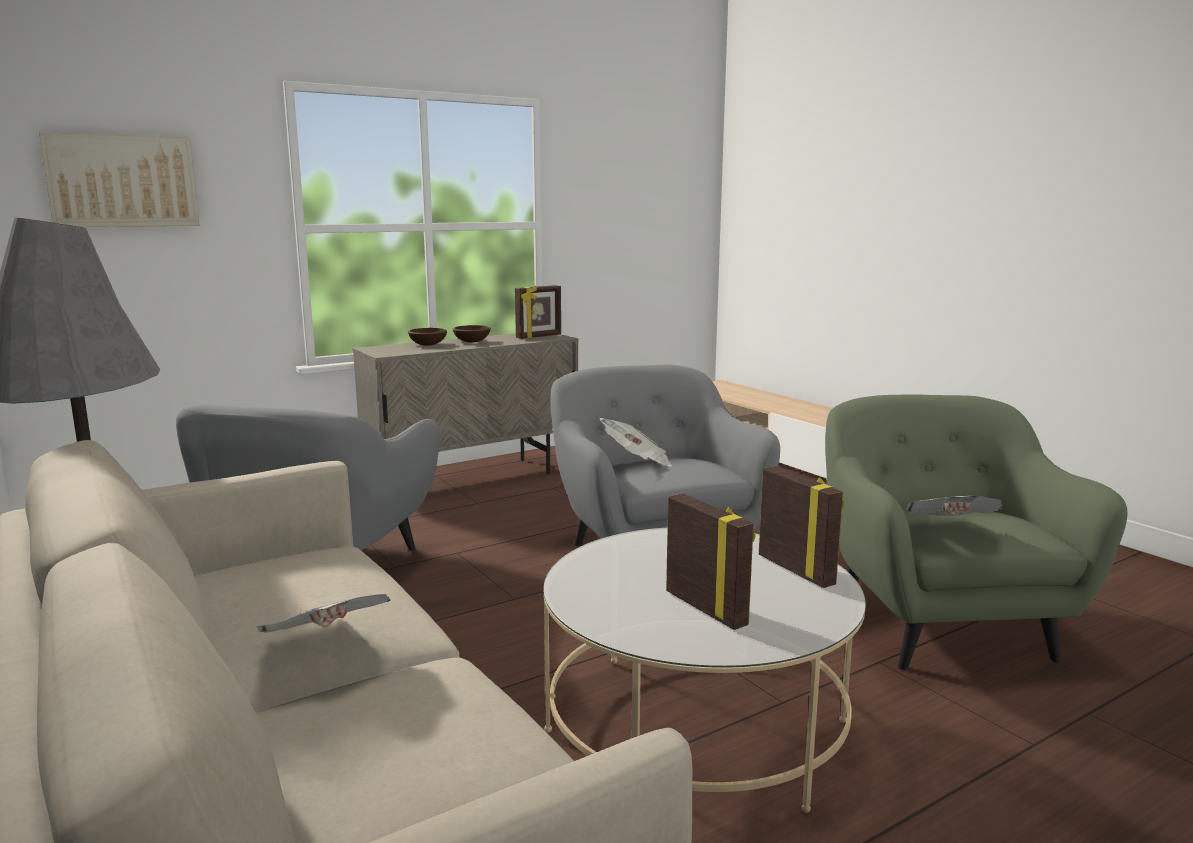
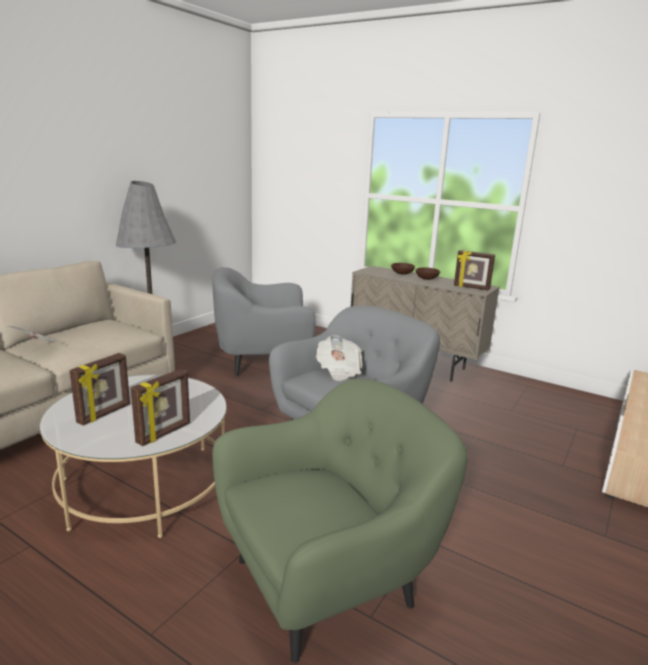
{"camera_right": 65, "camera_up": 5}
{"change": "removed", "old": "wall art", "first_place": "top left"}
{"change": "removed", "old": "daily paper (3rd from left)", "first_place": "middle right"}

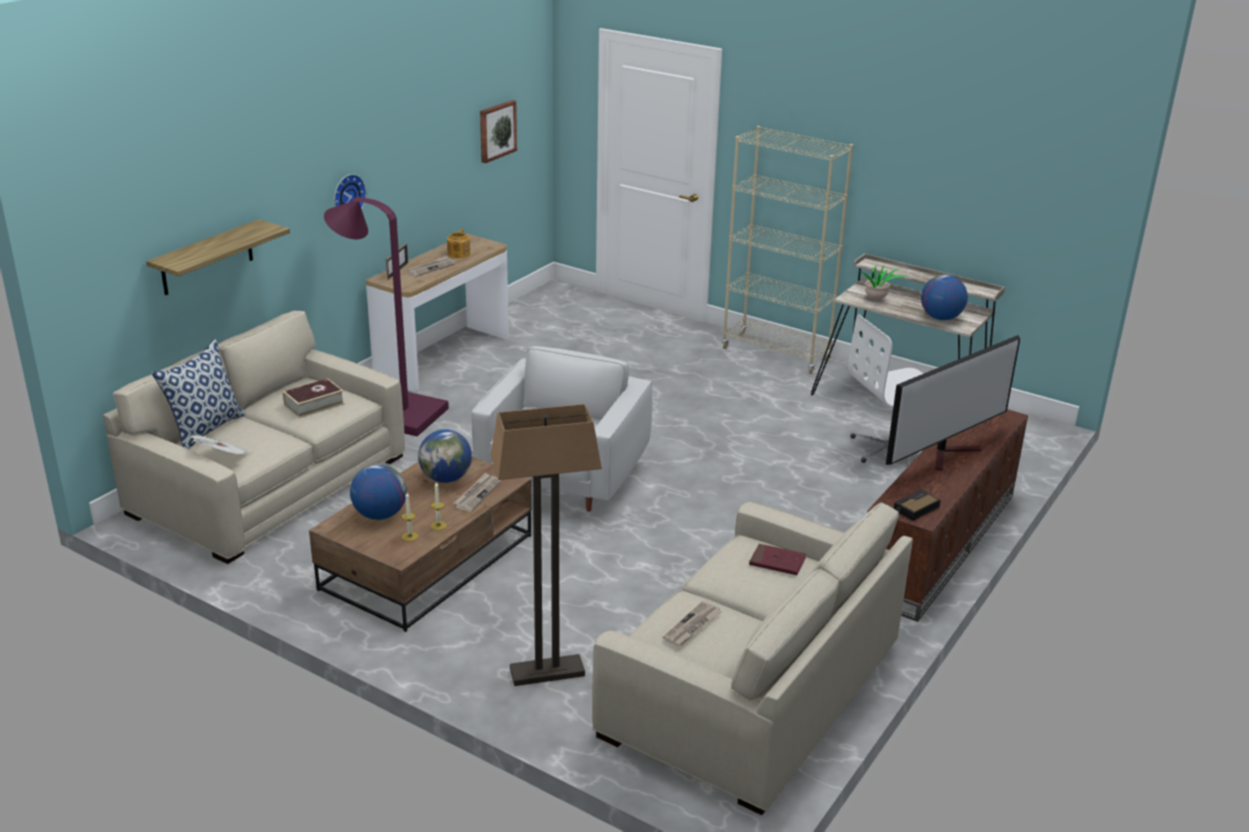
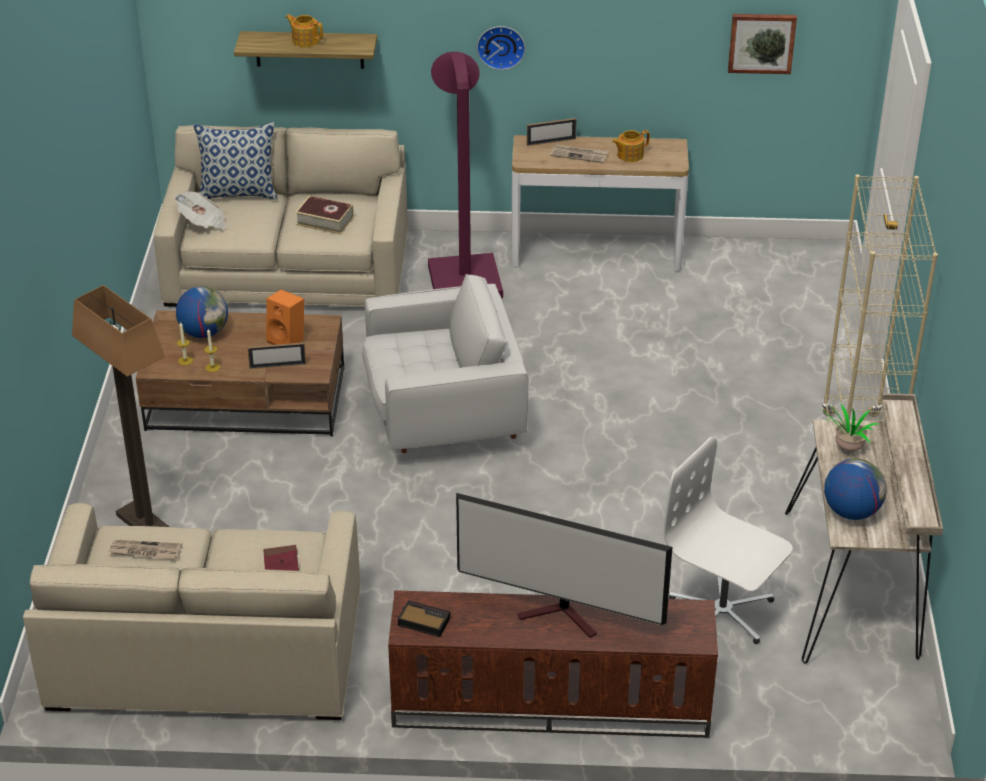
{"camera_right": 60, "camera_up": 10}
{"change": "replaced", "old": "desk globe (2nd from left)", "new": "orange-coloured audio speaker", "first_place": "centre", "second_place": "middle left"}
{"change": "replaced", "old": "daily paper (3rd from left)", "new": "standing frame (1st from left)", "first_place": "centre", "second_place": "middle left"}
{"change": "added", "new": "pot for tea (1st from left)", "second_place": "top left"}

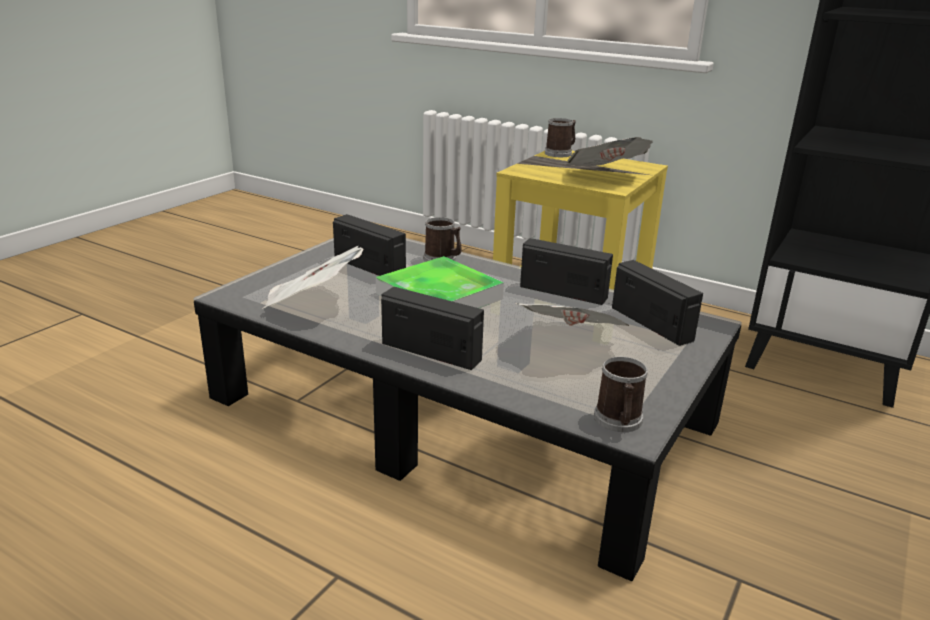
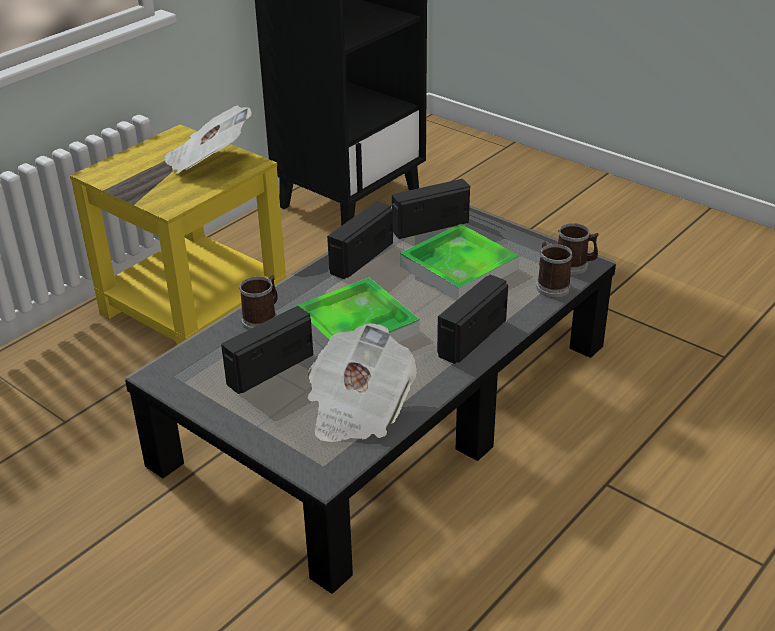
{"camera_right": -80, "camera_up": 10}
{"change": "replaced", "old": "daily paper (2nd from left)", "new": "carrying tray (2nd from left)", "first_place": "centre", "second_place": "centre"}
{"change": "moved", "old": "tea mug (2nd from left)", "first_place": "top centre", "second_place": "middle right"}

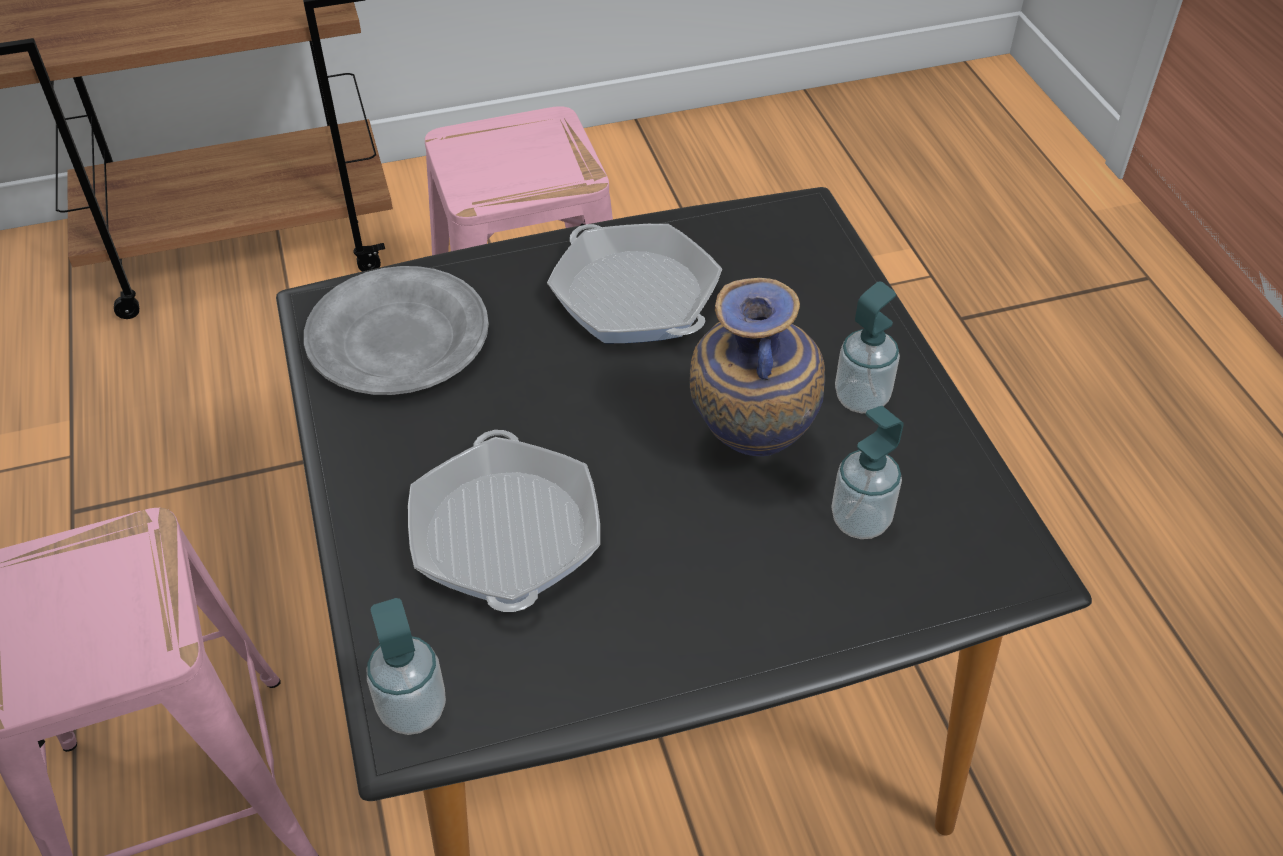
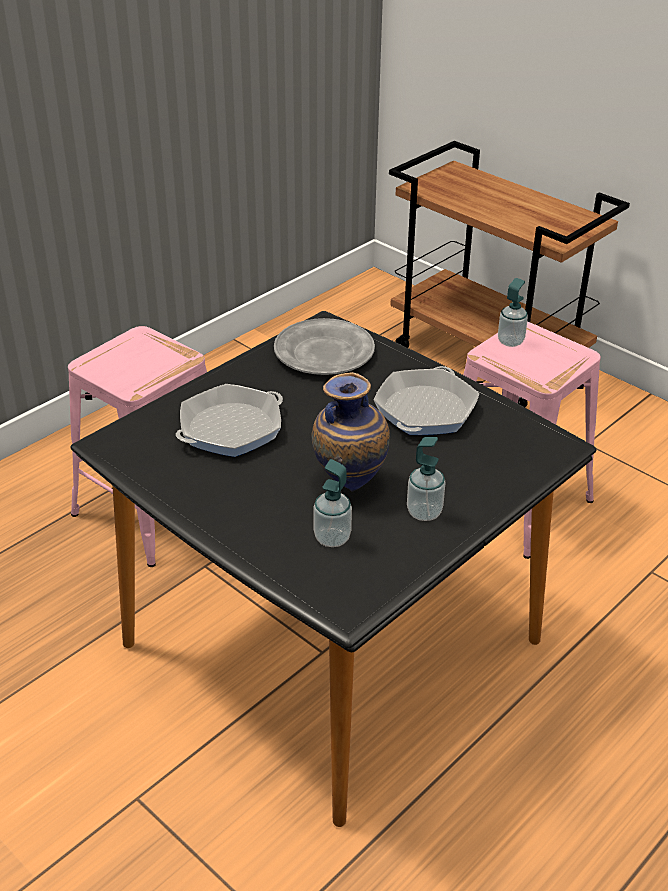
{"camera_right": 60, "camera_up": -10}
{"change": "moved", "old": "liquid soap bottle (1st from left in the first image)", "new": "liquid soap bottle (3rd from left)", "first_place": "bottom left", "second_place": "middle right"}

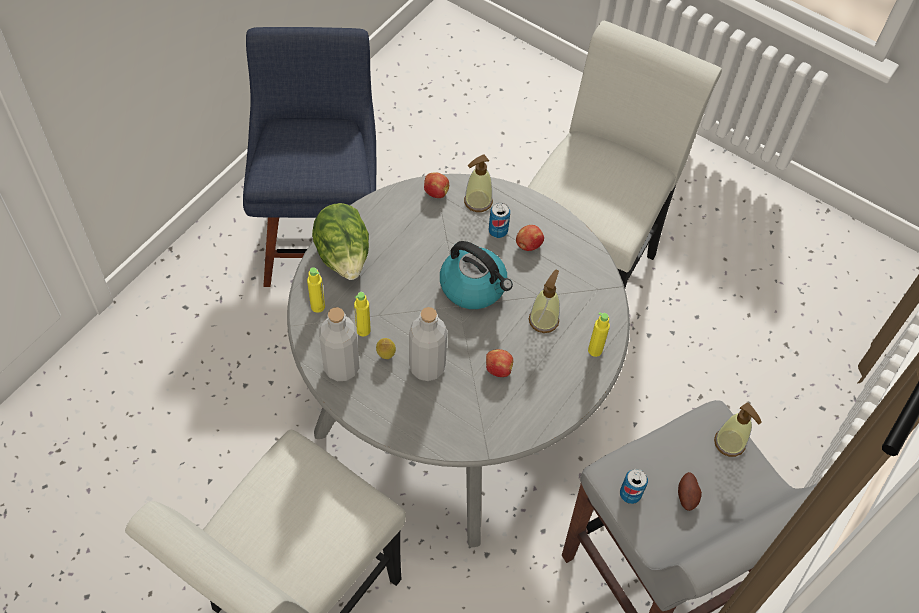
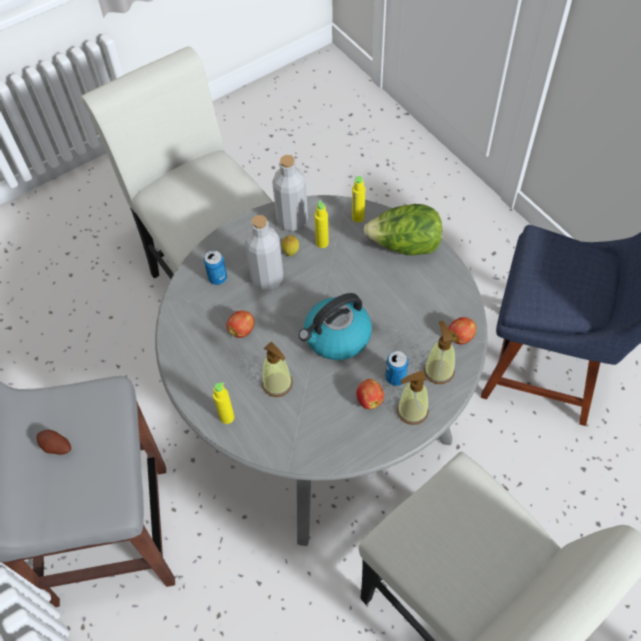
{"camera_right": 115, "camera_up": 0}
{"change": "moved", "old": "can (2nd from left in the first image)", "new": "can (1st from left)", "first_place": "bottom right", "second_place": "centre"}
{"change": "moved", "old": "liquid soap bottle (3rd from left in the first image)", "new": "liquid soap bottle (2nd from left)", "first_place": "bottom right", "second_place": "centre"}

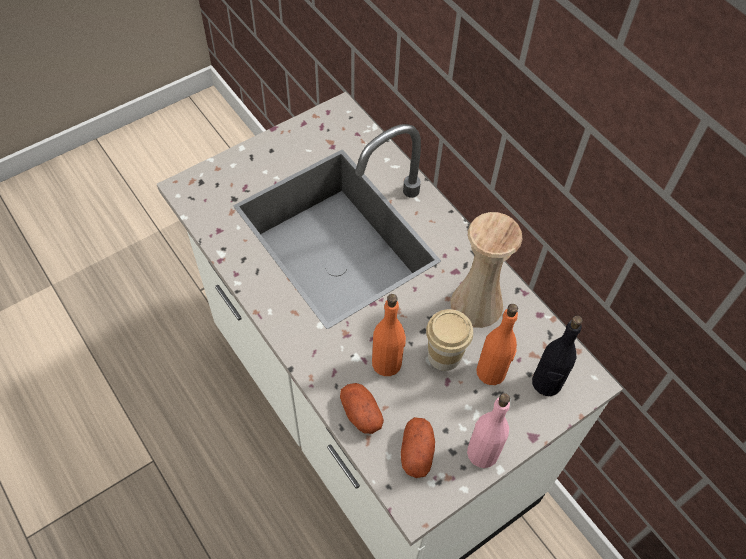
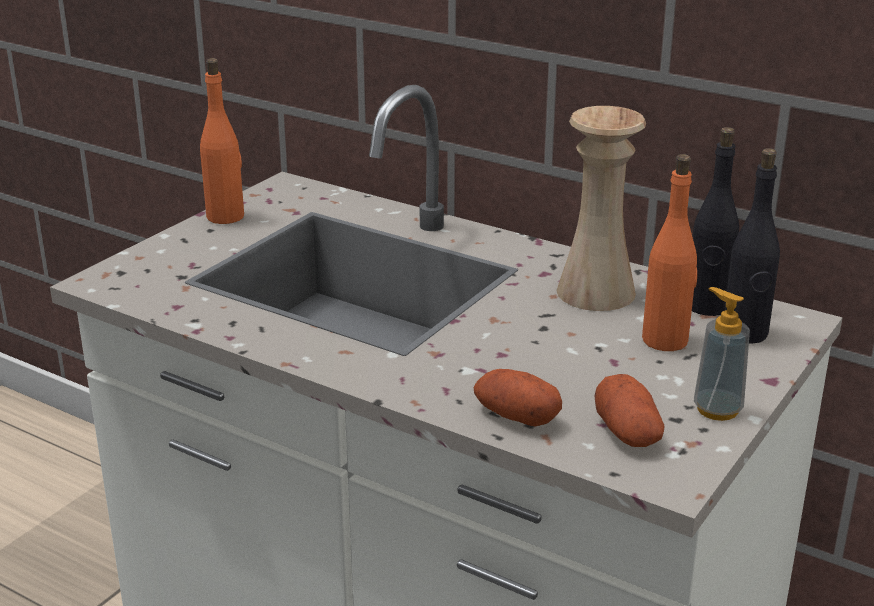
{"camera_right": -20, "camera_up": -30}
{"change": "moved", "old": "orange-coloured beverage bottle (1st from left)", "first_place": "centre", "second_place": "top left"}
{"change": "removed", "old": "cup", "first_place": "centre"}
{"change": "replaced", "old": "pinkish beverage bottle", "new": "liquid soap bottle", "first_place": "bottom centre", "second_place": "middle right"}
{"change": "added", "new": "blackish beverage bottle (1st from left)", "second_place": "middle right"}

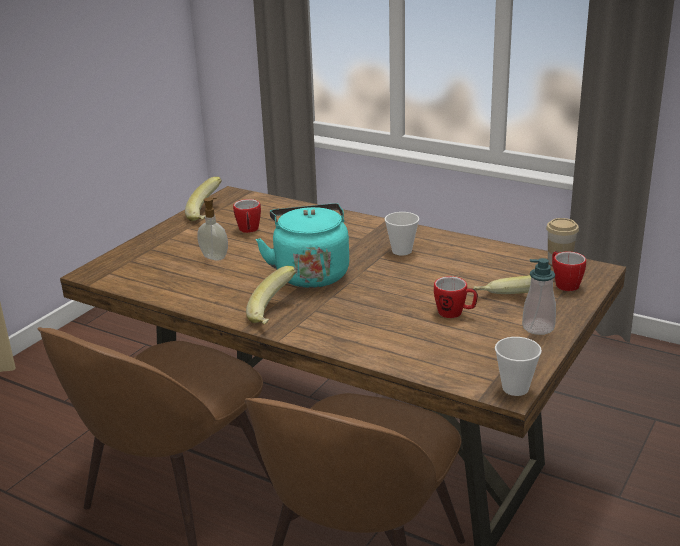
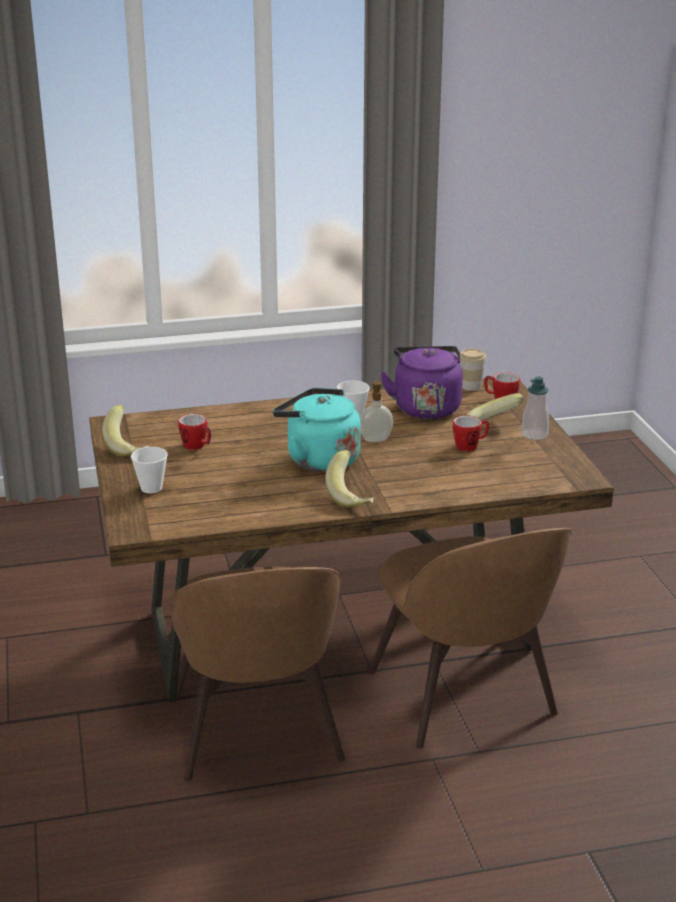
{"camera_right": -45, "camera_up": 0}
{"change": "moved", "old": "liquid soap bottle (1st from left)", "first_place": "middle left", "second_place": "centre"}
{"change": "moved", "old": "cup (2nd from left in the first image)", "new": "cup (1st from left)", "first_place": "bottom right", "second_place": "middle left"}
{"change": "added", "new": "purplish tea kettle", "second_place": "centre"}

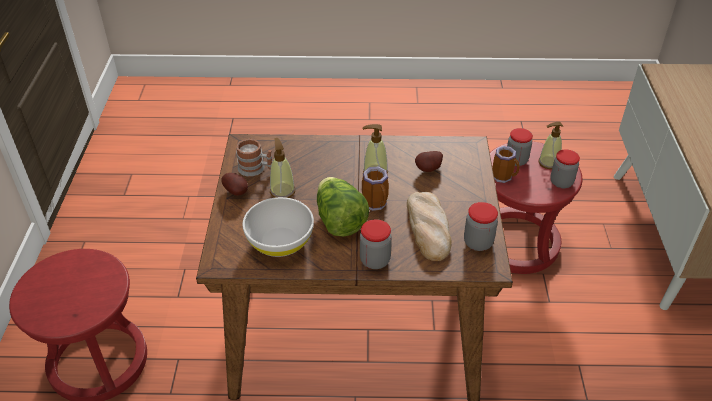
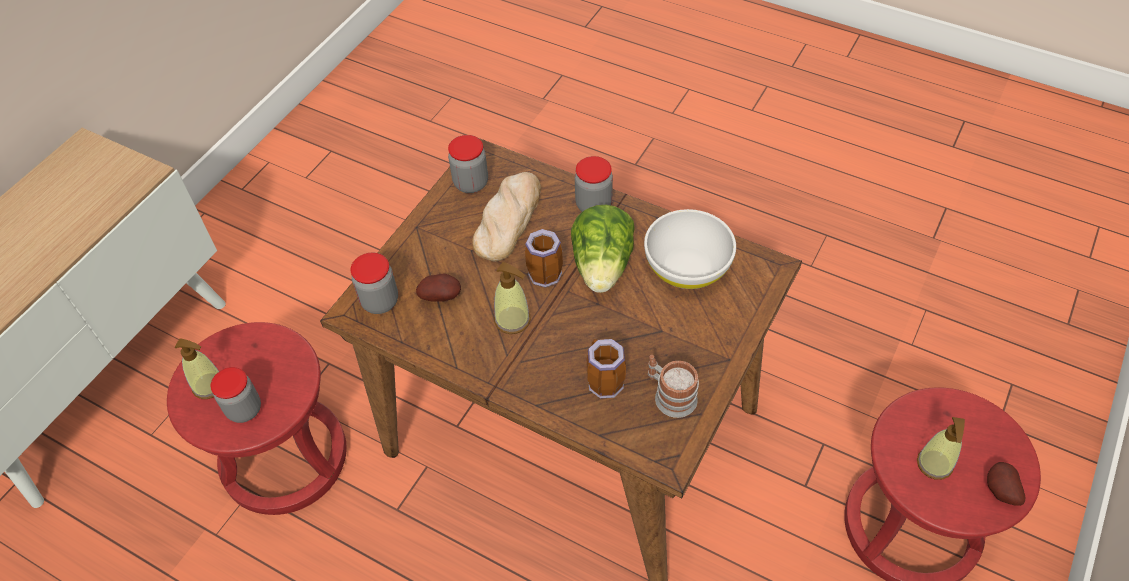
{"camera_right": -150, "camera_up": 10}
{"change": "moved", "old": "whole potato (1st from left in the first image)", "new": "whole potato (2nd from left)", "first_place": "middle left", "second_place": "bottom right"}
{"change": "moved", "old": "liquid soap bottle (1st from left in the first image)", "new": "liquid soap bottle (3rd from left)", "first_place": "centre", "second_place": "bottom right"}
{"change": "moved", "old": "tea mug (3rd from left in the first image)", "new": "tea mug (2nd from left)", "first_place": "middle right", "second_place": "centre"}
{"change": "moved", "old": "storage jar (4th from left in the first image)", "new": "storage jar (2nd from left)", "first_place": "middle right", "second_place": "middle left"}

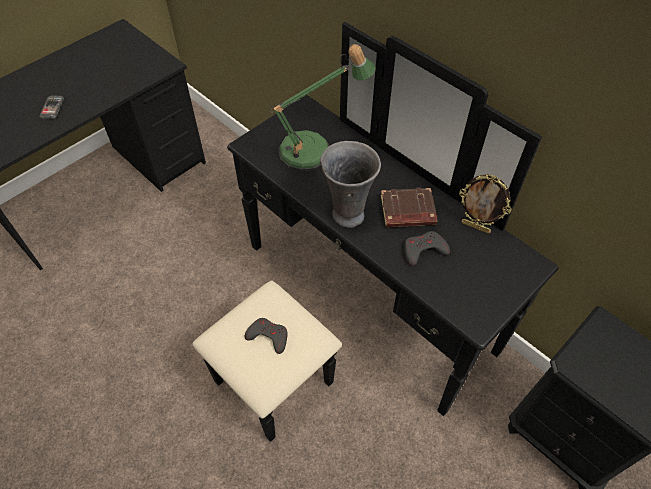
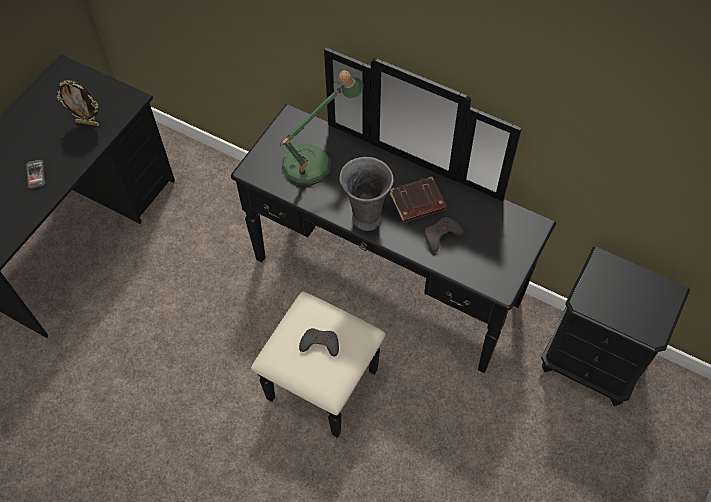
{"camera_right": -15, "camera_up": 5}
{"change": "moved", "old": "standing frame", "first_place": "middle right", "second_place": "top left"}

